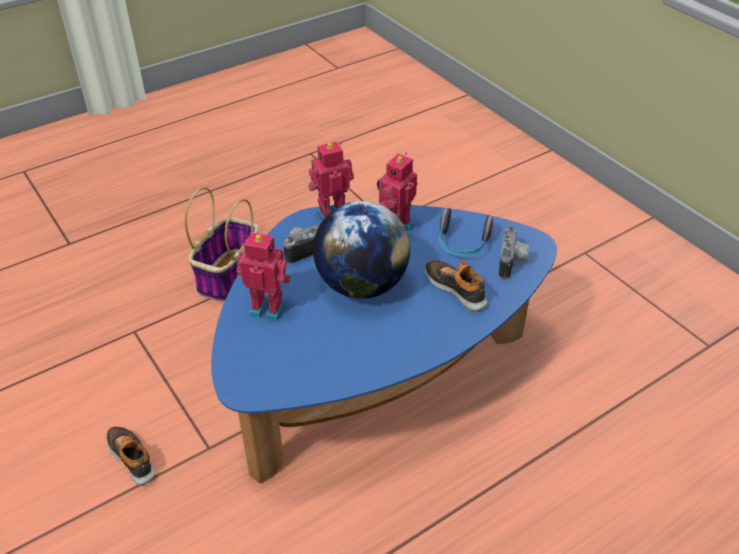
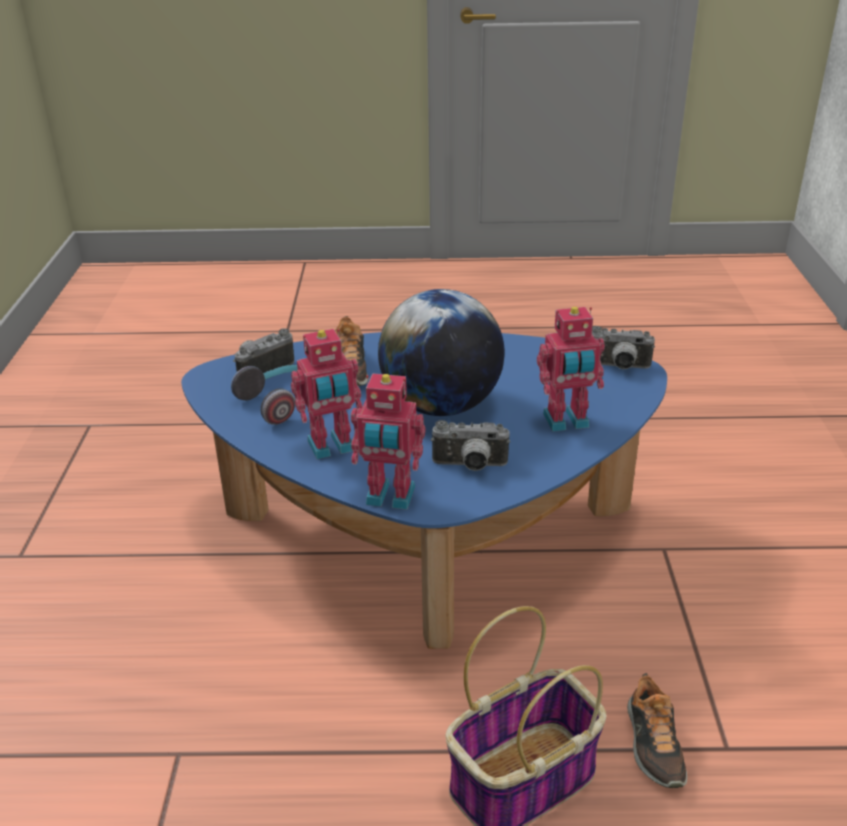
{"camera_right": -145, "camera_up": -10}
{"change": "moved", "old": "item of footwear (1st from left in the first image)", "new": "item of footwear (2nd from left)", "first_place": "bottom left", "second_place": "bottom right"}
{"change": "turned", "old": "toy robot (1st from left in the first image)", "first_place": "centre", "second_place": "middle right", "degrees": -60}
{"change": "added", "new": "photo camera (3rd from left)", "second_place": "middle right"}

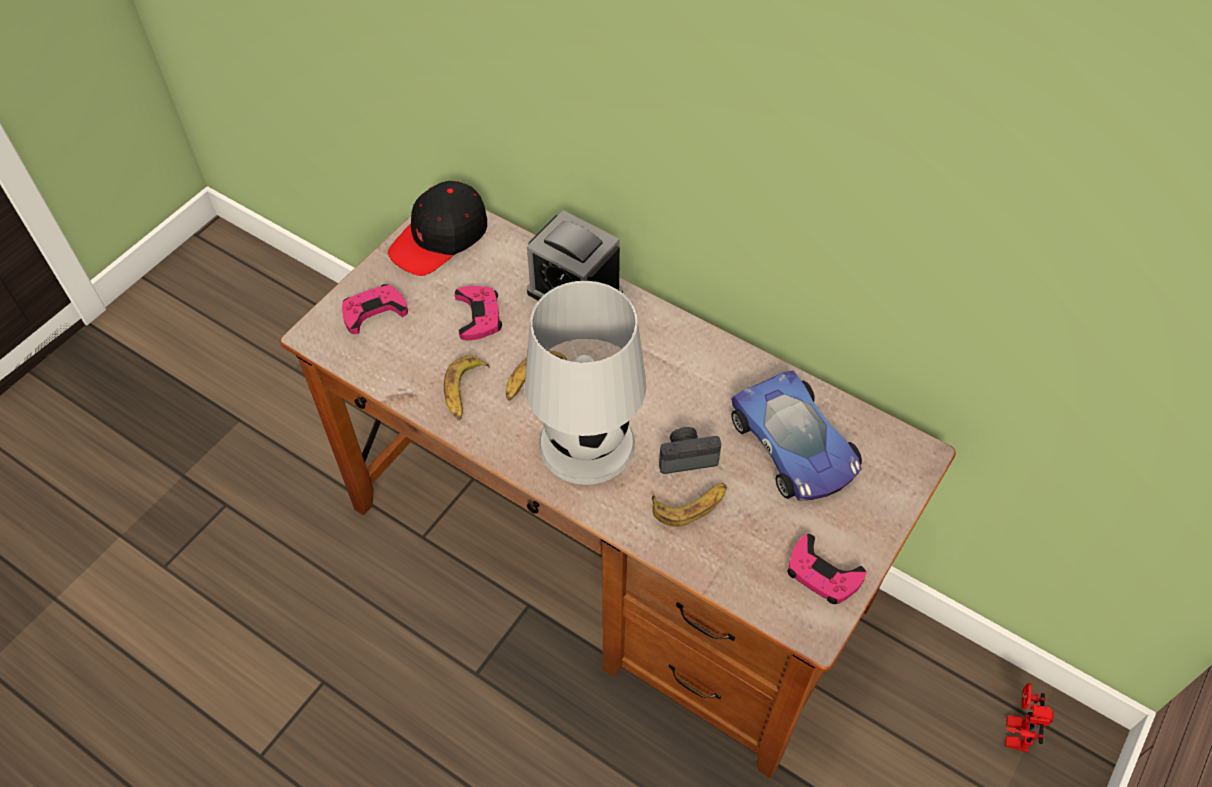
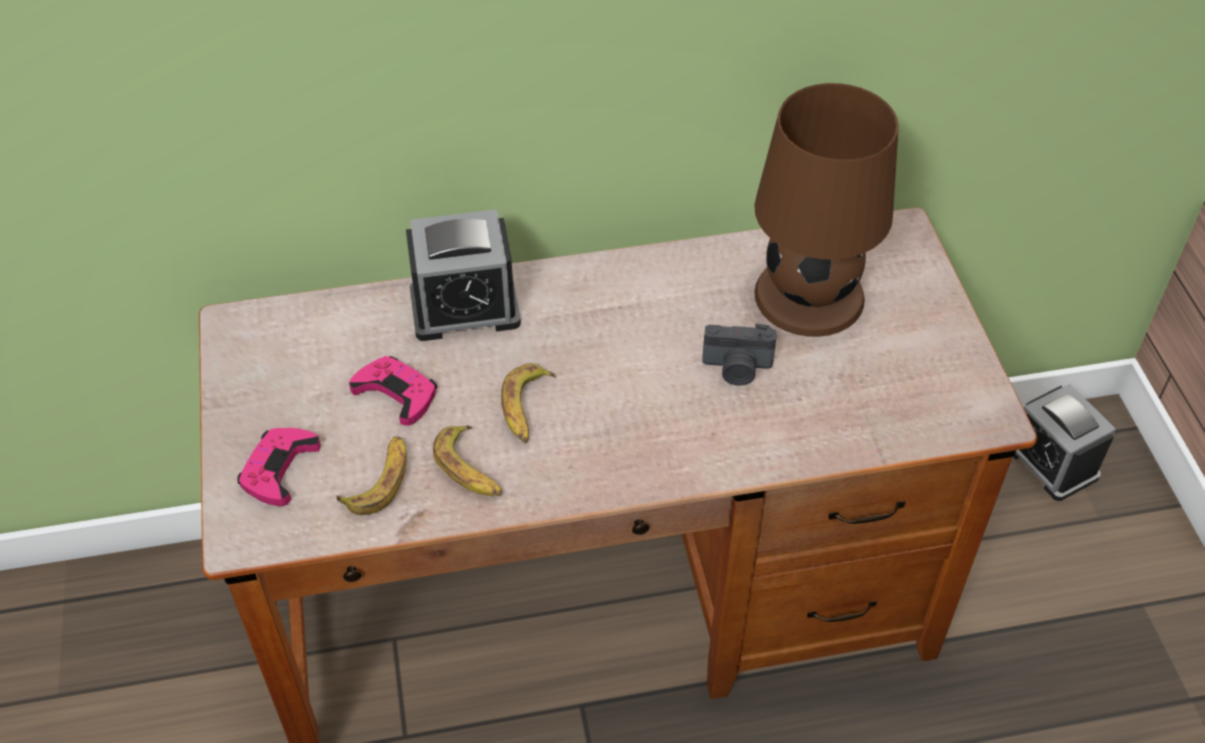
{"camera_right": -45, "camera_up": -5}
{"change": "removed", "old": "blackish cap", "first_place": "top centre"}
{"change": "removed", "old": "whitish tabletop lamp", "first_place": "centre"}
{"change": "moved", "old": "banana fruit (3rd from left in the first image)", "new": "banana fruit (1st from left)", "first_place": "centre", "second_place": "middle left"}
{"change": "turned", "old": "photo camera", "first_place": "centre", "second_place": "centre", "degrees": -120}
{"change": "replaced", "old": "toy car", "new": "brown tabletop lamp", "first_place": "centre", "second_place": "top right"}
{"change": "removed", "old": "pinkish joypad (3rd from left)", "first_place": "bottom right"}
{"change": "replaced", "old": "toy robot", "new": "table clock (2nd from left)", "first_place": "bottom right", "second_place": "middle right"}

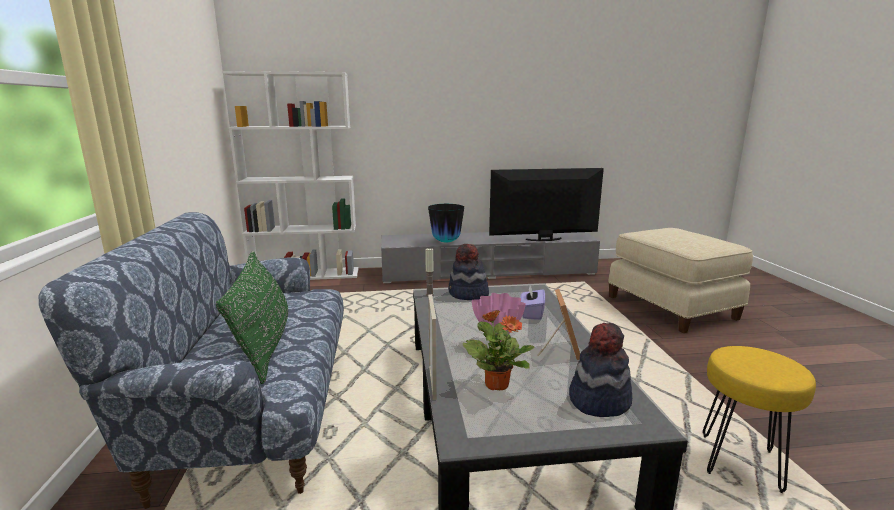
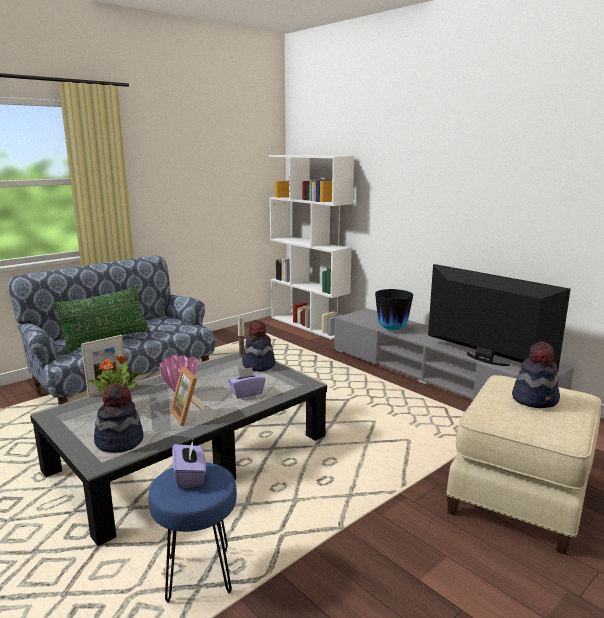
{"camera_right": 55, "camera_up": 0}
{"change": "turned", "old": "standing frame (2nd from left)", "first_place": "centre", "second_place": "middle left", "degrees": 90}
{"change": "recoloured", "old": "yellow-coloured stool", "new": "bluish stool", "first_place": "bottom right", "second_place": "bottom left"}
{"change": "added", "new": "purplish tissue box (1st from left)", "second_place": "bottom left"}
{"change": "added", "new": "clothing hat (3rd from left)", "second_place": "middle right"}

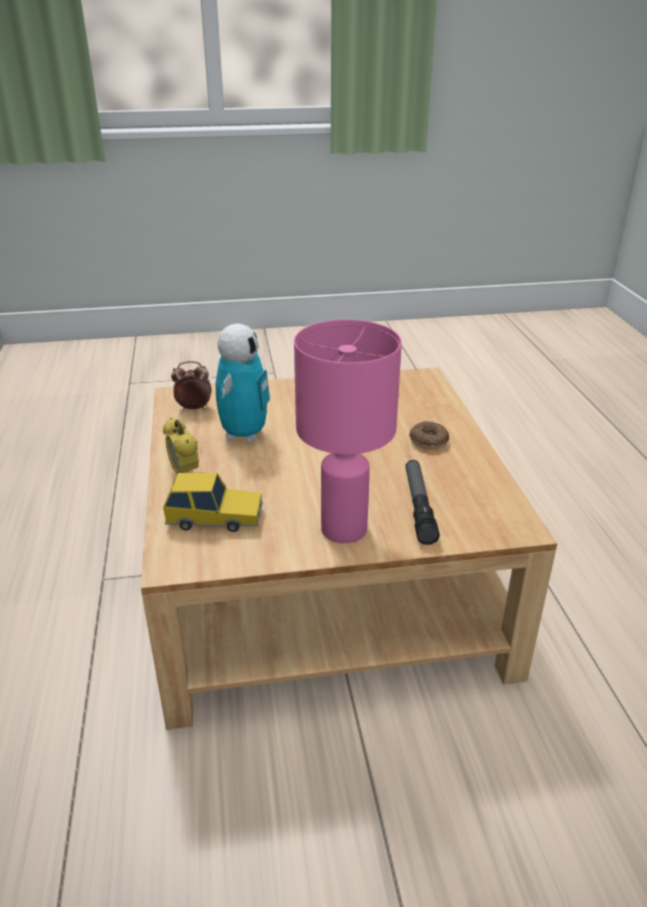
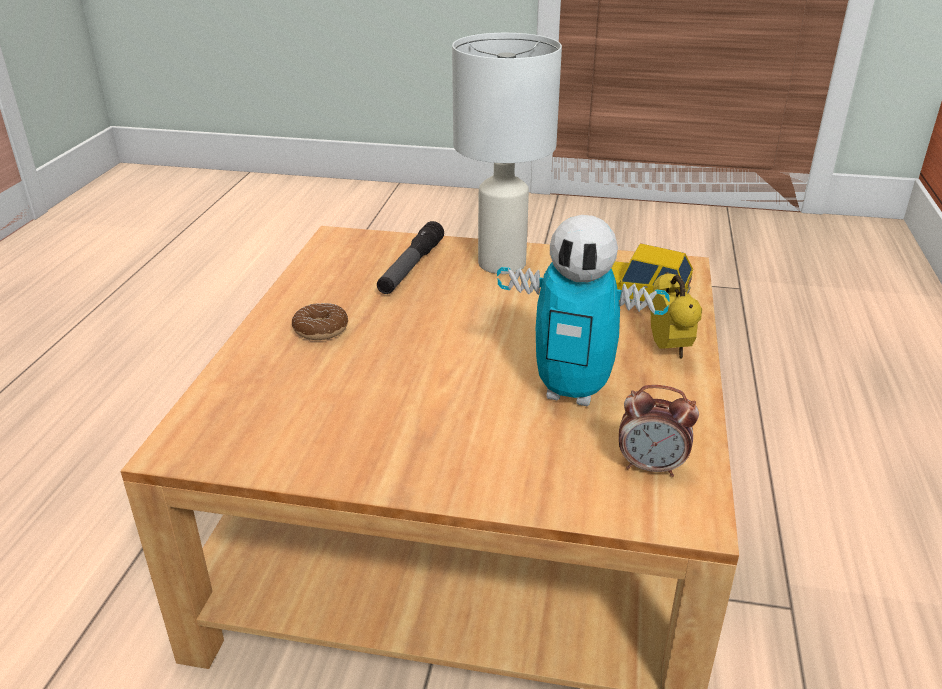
{"camera_right": -160, "camera_up": 0}
{"change": "turned", "old": "toy robot", "first_place": "centre", "second_place": "centre", "degrees": -105}
{"change": "recoloured", "old": "pinkish tabletop lamp", "new": "whitish tabletop lamp", "first_place": "centre", "second_place": "top centre"}

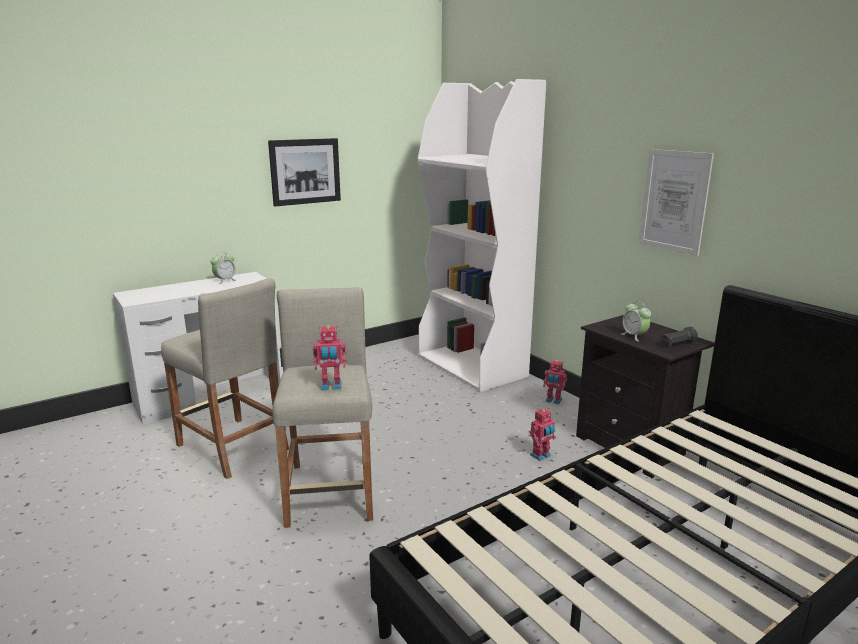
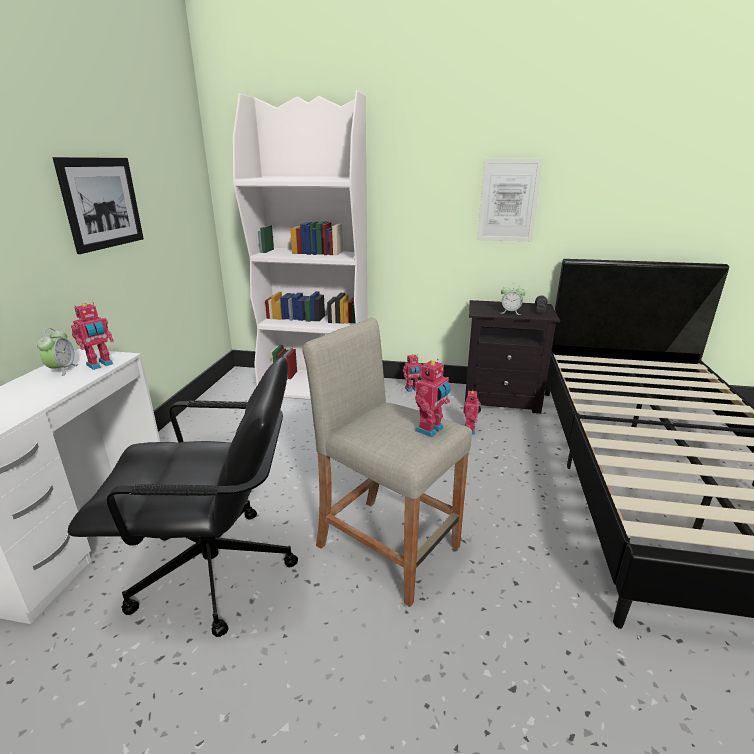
{"camera_right": -45, "camera_up": 5}
{"change": "replaced", "old": "sand-coloured stool (1st from left)", "new": "blackish desk chair", "first_place": "middle left", "second_place": "middle left"}
{"change": "added", "new": "toy robot (1st from left)", "second_place": "middle left"}

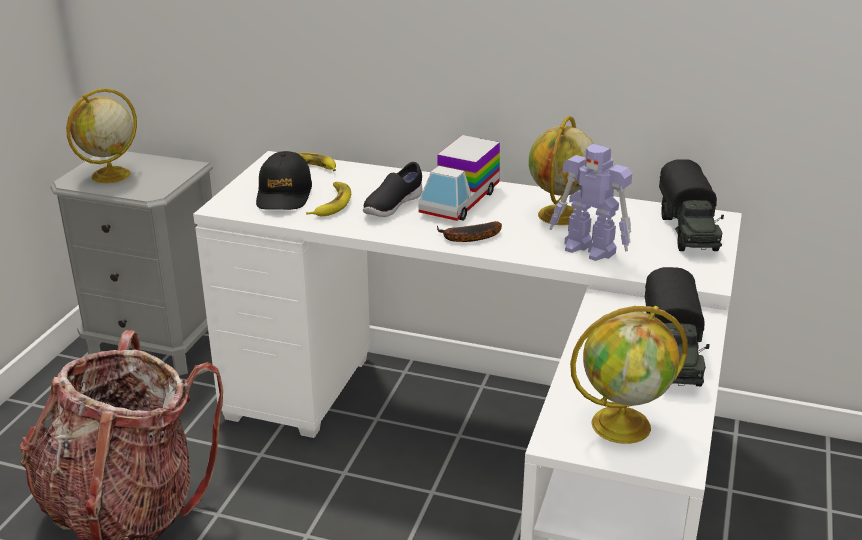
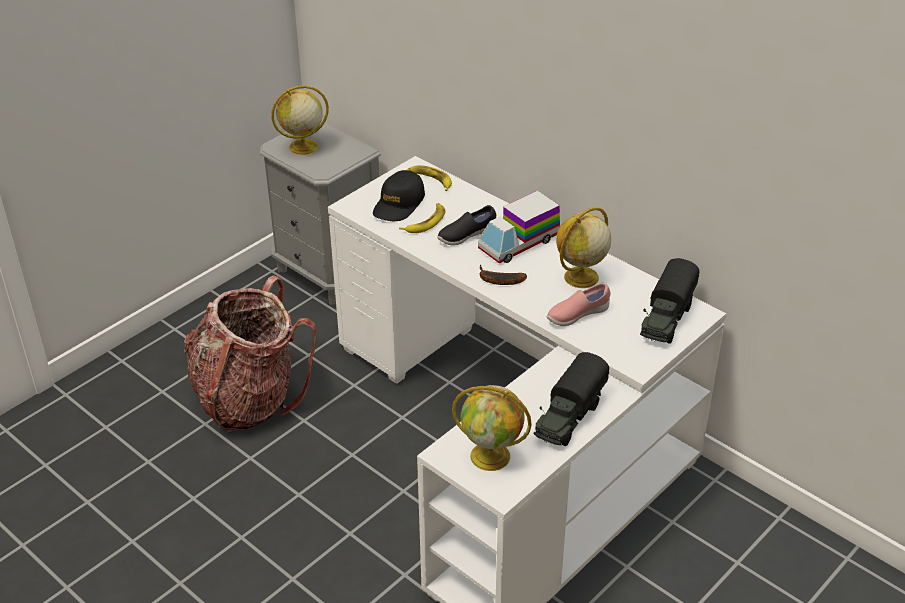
{"camera_right": 25, "camera_up": 10}
{"change": "replaced", "old": "toy robot", "new": "pinkish item of footwear", "first_place": "middle right", "second_place": "centre"}

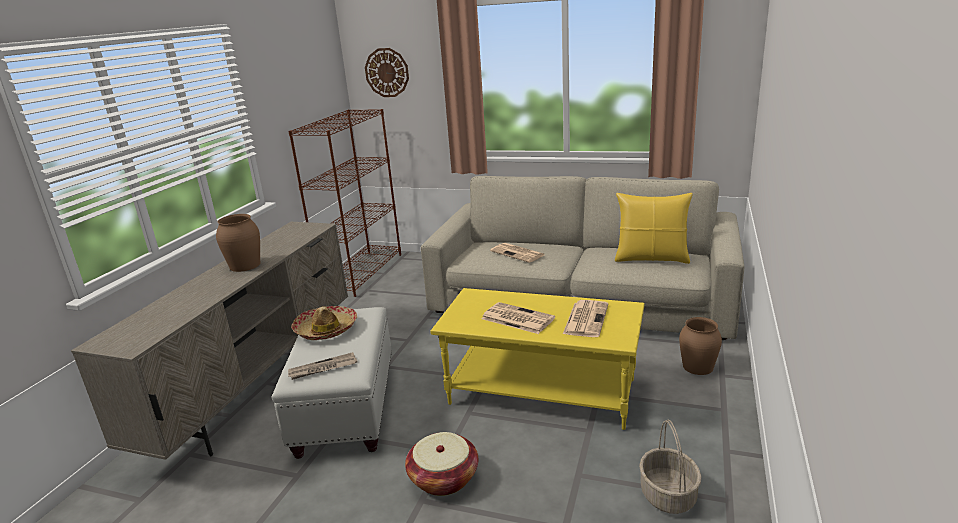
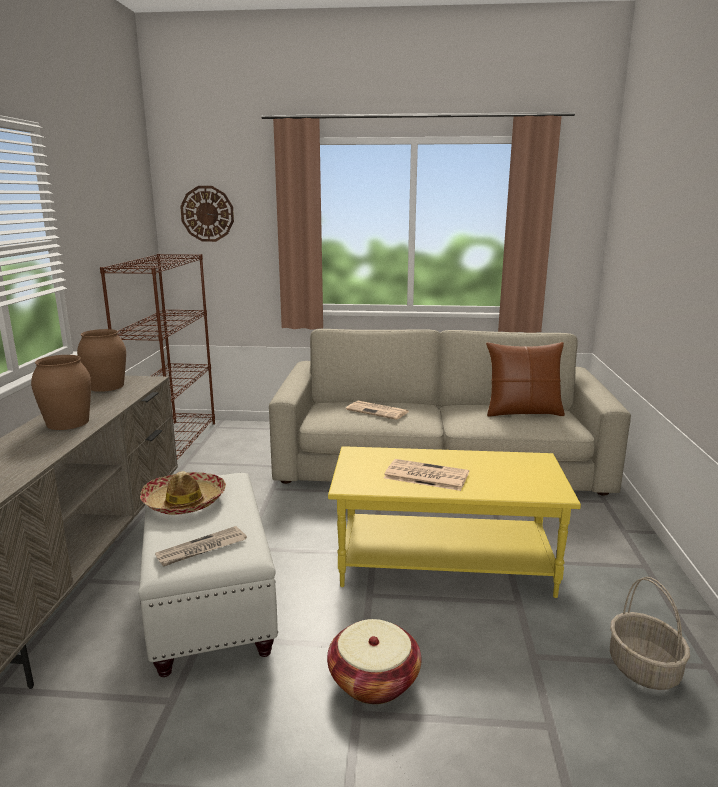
{"camera_right": -15, "camera_up": -5}
{"change": "removed", "old": "daily paper (4th from left)", "first_place": "centre"}
{"change": "recoloured", "old": "yellow-coloured throw pillow", "new": "brown throw pillow", "first_place": "middle right", "second_place": "middle right"}
{"change": "moved", "old": "brown decorative vase (2nd from left)", "first_place": "middle right", "second_place": "middle left"}

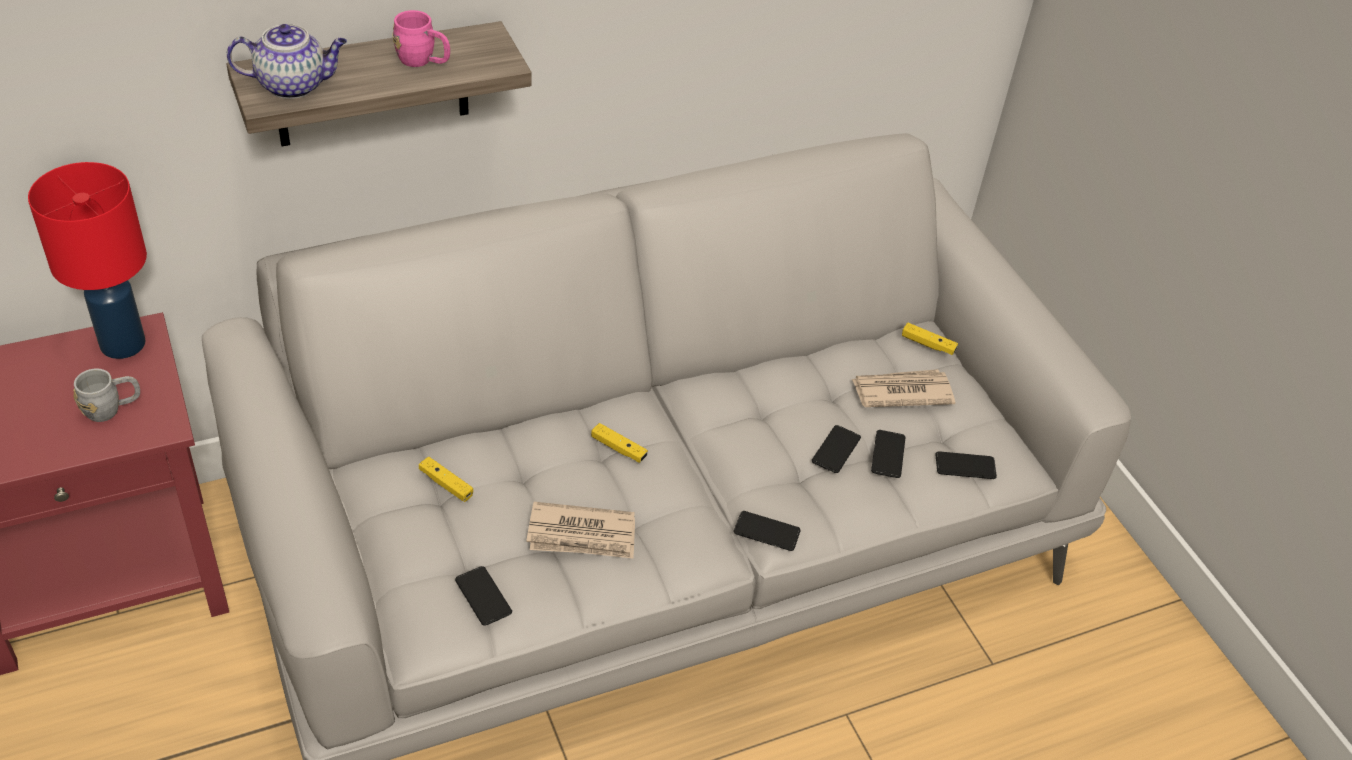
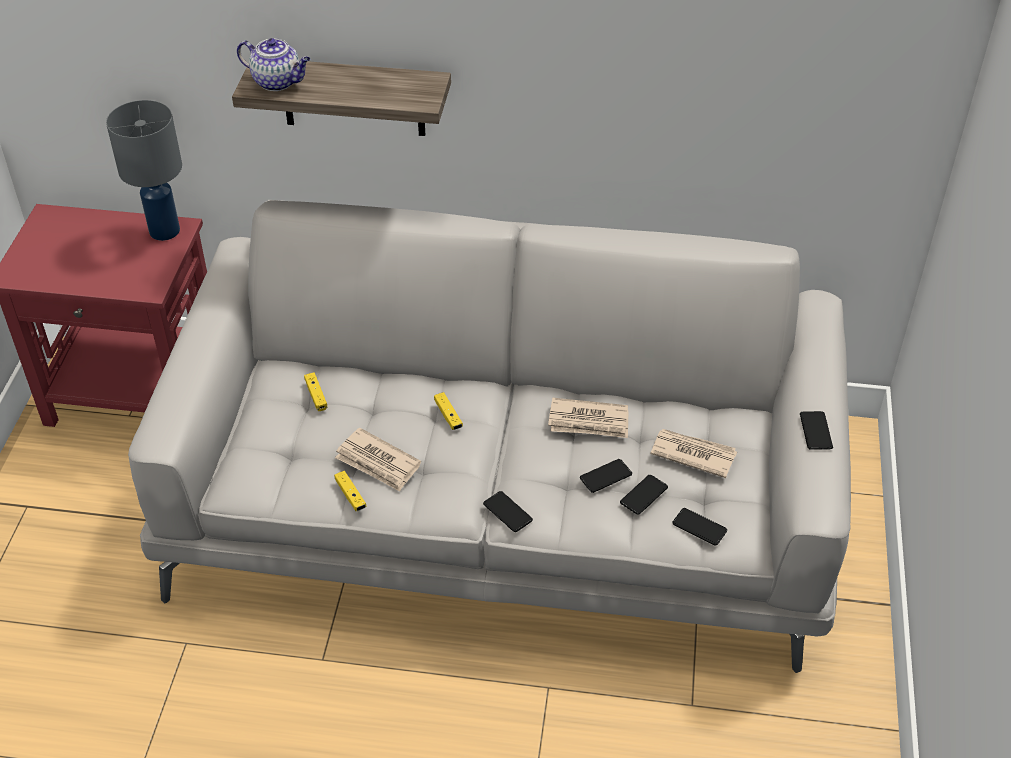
{"camera_right": 35, "camera_up": 0}
{"change": "recoloured", "old": "red-coloured tabletop lamp", "new": "greyish tabletop lamp", "first_place": "middle left", "second_place": "top left"}
{"change": "removed", "old": "greyish tea mug", "first_place": "middle left"}
{"change": "removed", "old": "pinkish tea mug", "first_place": "top left"}
{"change": "moved", "old": "handset (1st from left in the first image)", "new": "handset (5th from left)", "first_place": "bottom centre", "second_place": "middle right"}
{"change": "moved", "old": "yellow-coloured joypad (3rd from left in the first image)", "new": "yellow-coloured joypad (2nd from left)", "first_place": "middle right", "second_place": "centre"}
{"change": "added", "new": "daily paper (2nd from left)", "second_place": "centre"}

